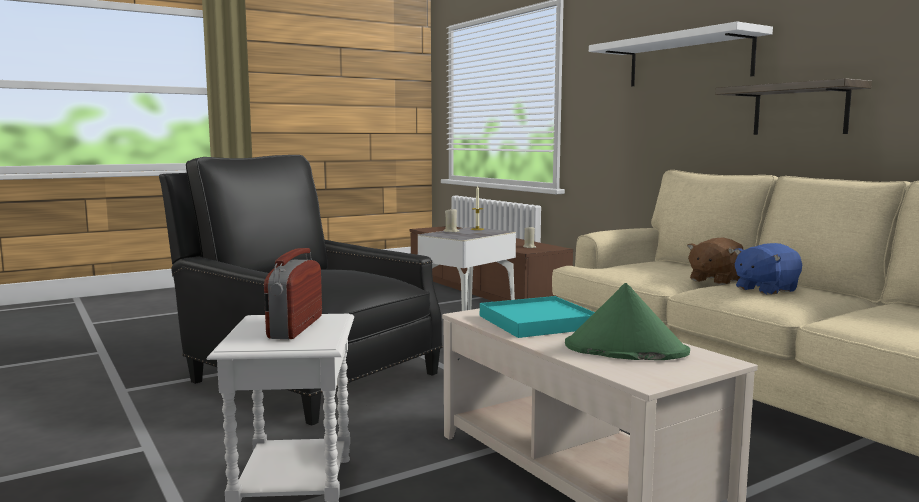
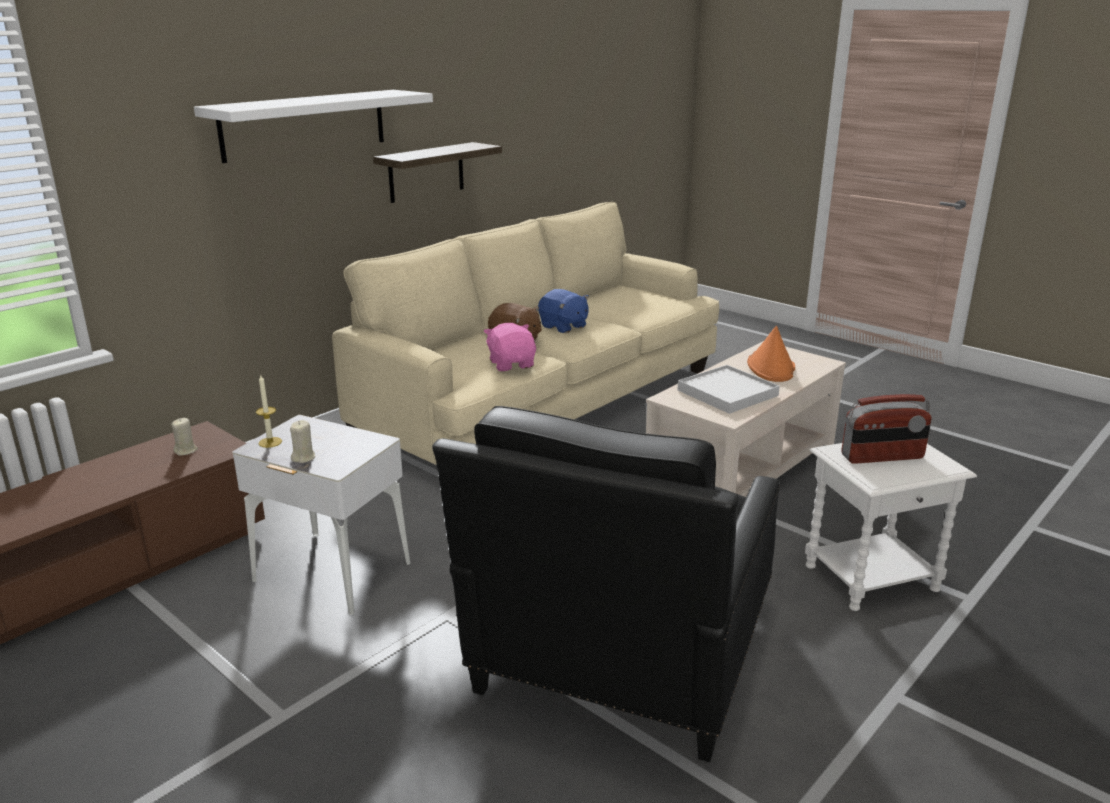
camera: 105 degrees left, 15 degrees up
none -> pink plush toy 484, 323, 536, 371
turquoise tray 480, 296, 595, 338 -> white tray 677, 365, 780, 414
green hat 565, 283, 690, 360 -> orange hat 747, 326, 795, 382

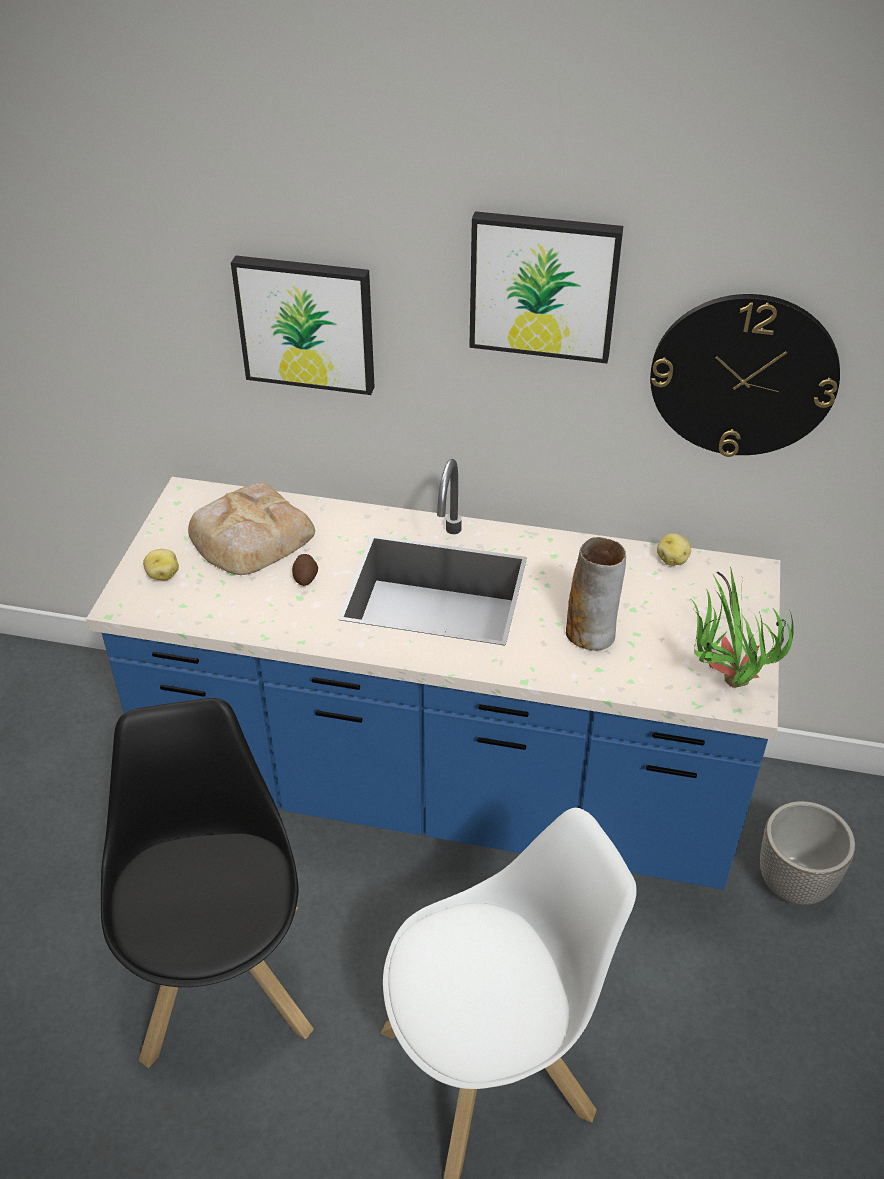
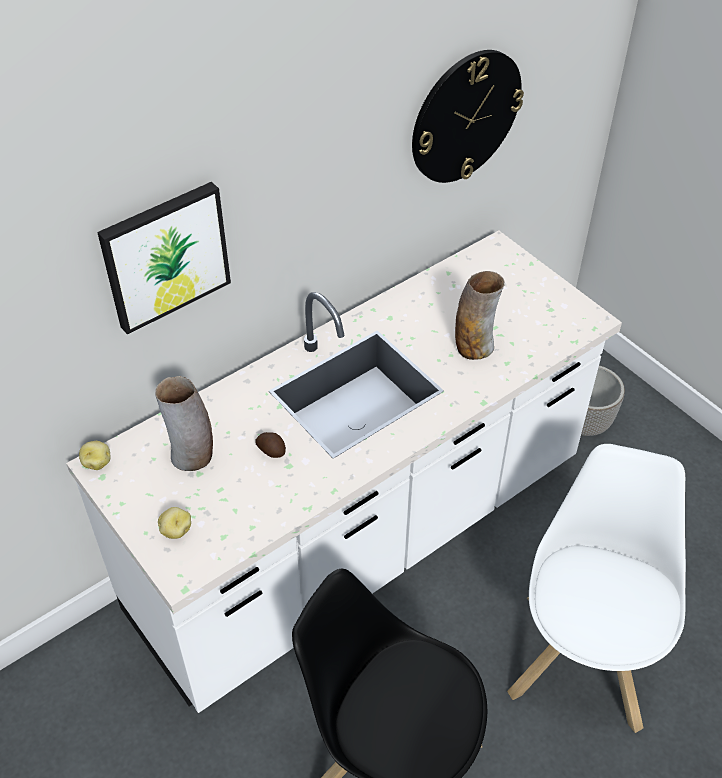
camera: 50 degrees left, 5 degrees up
picture 469, 211, 623, 364 -> none
potted plant 691, 567, 794, 688 -> none
potato 657, 533, 691, 566 -> potato 79, 441, 111, 470, shifted
bread 188, 482, 315, 575 -> vase 155, 376, 213, 471
blue counter 86, 459, 780, 890 -> white counter 66, 230, 622, 713

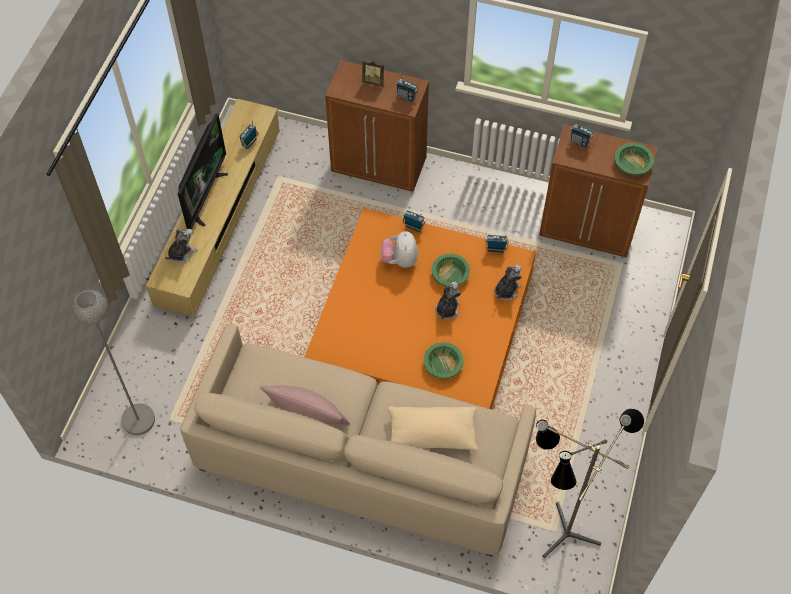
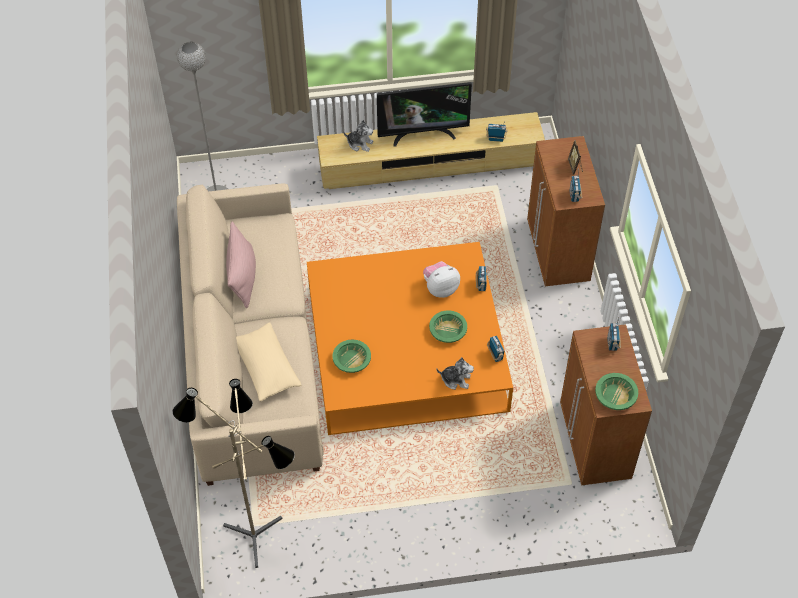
camera: 65 degrees right, 5 degrees down
plush toy 435, 281, 462, 320 -> none

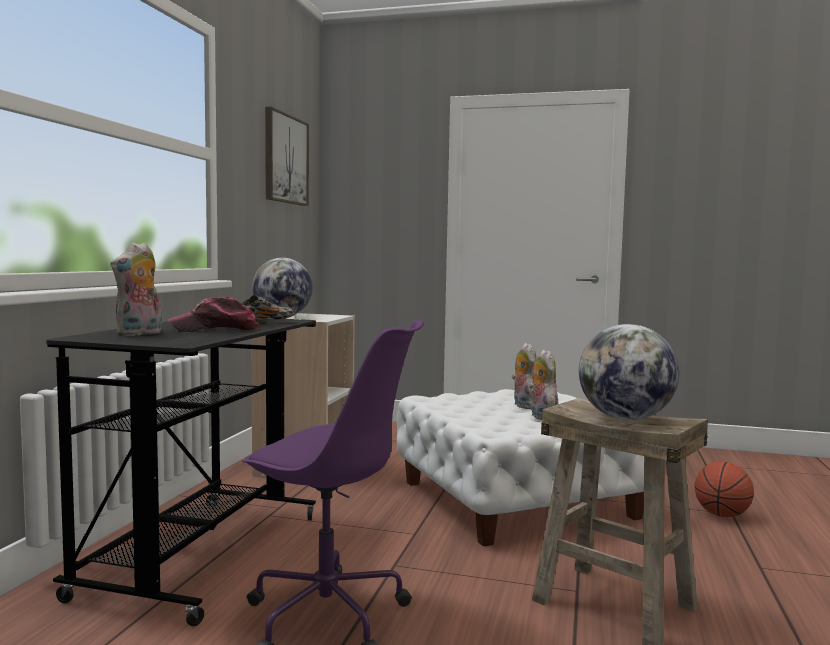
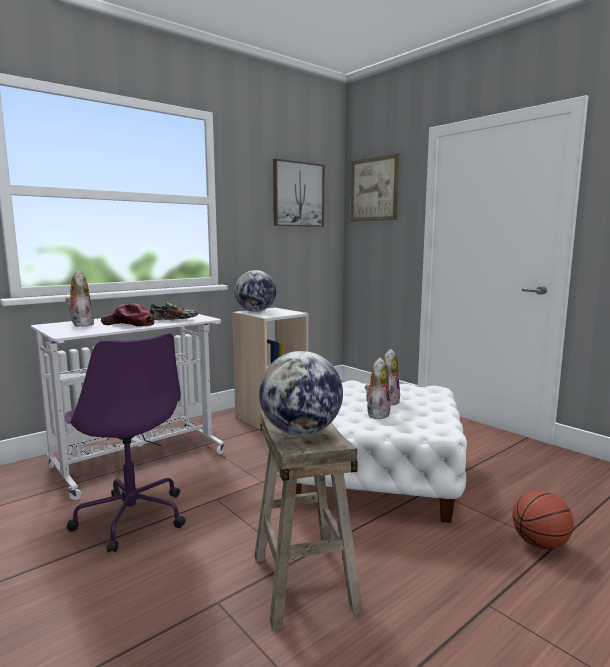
camera: 35 degrees right, 5 degrees up
none -> picture 351, 153, 399, 222
black desk 46, 319, 316, 626 -> white desk 31, 314, 224, 500
plush toy 110, 242, 162, 336 -> plush toy 66, 270, 95, 327, 90 degrees clockwise

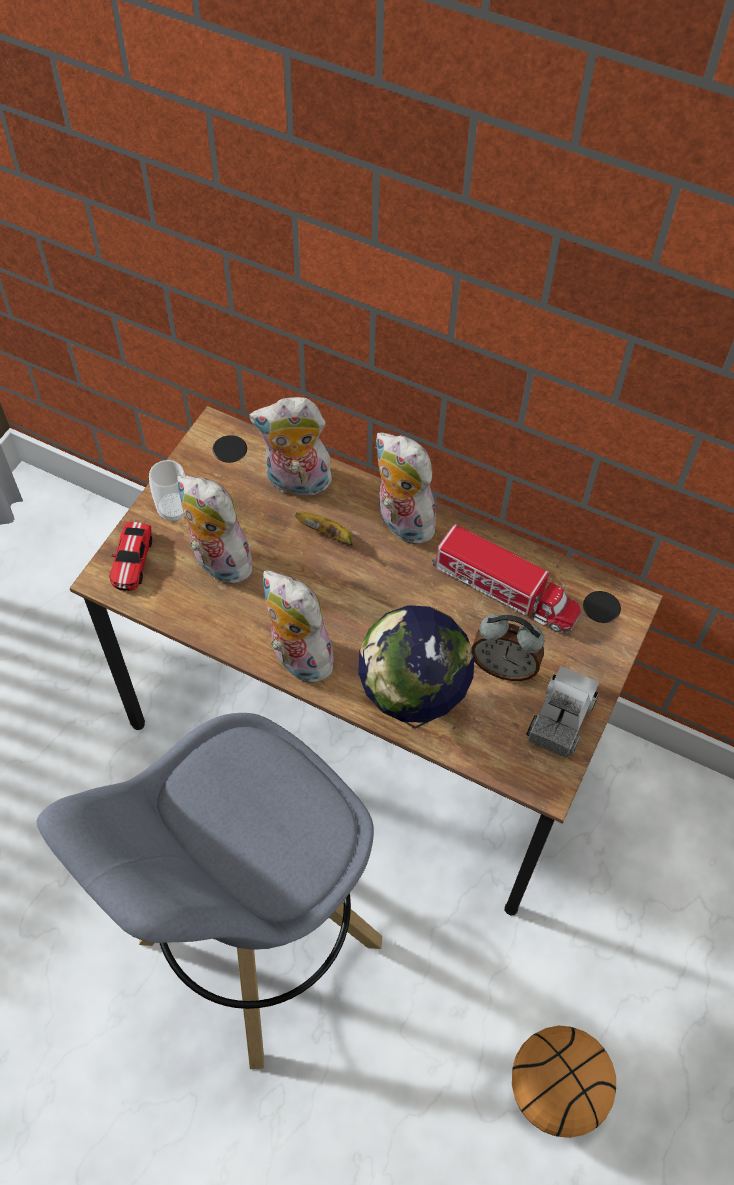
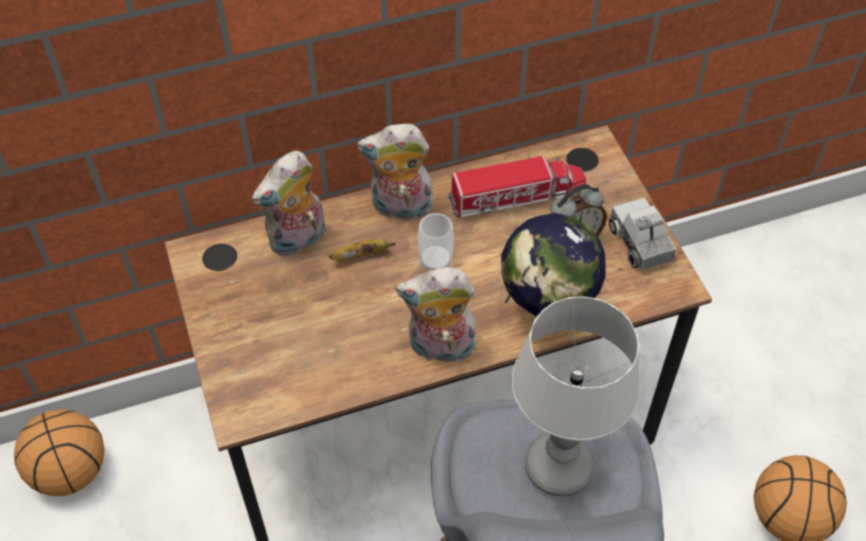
camera: 45 degrees left, 5 degrees down
toy car 110, 522, 152, 591 -> none
plush toy 177, 475, 256, 584 -> none
none -> basketball 14, 409, 105, 496
none -> table lamp 512, 296, 640, 496
cup 149, 460, 185, 522 -> cup 418, 213, 454, 271, shifted

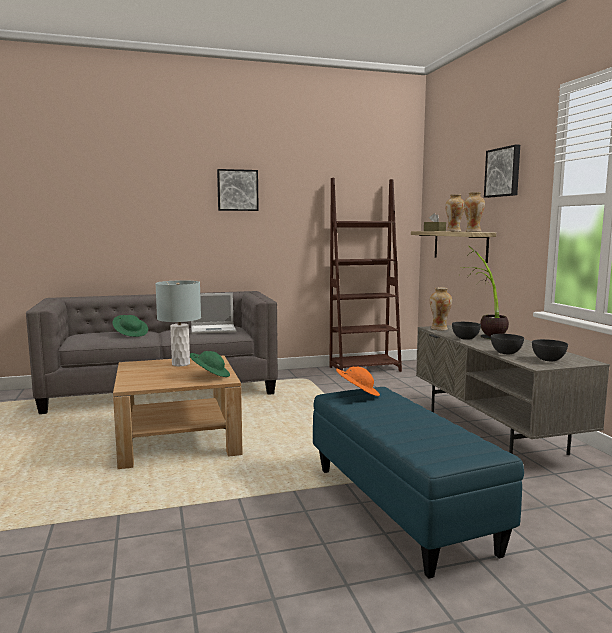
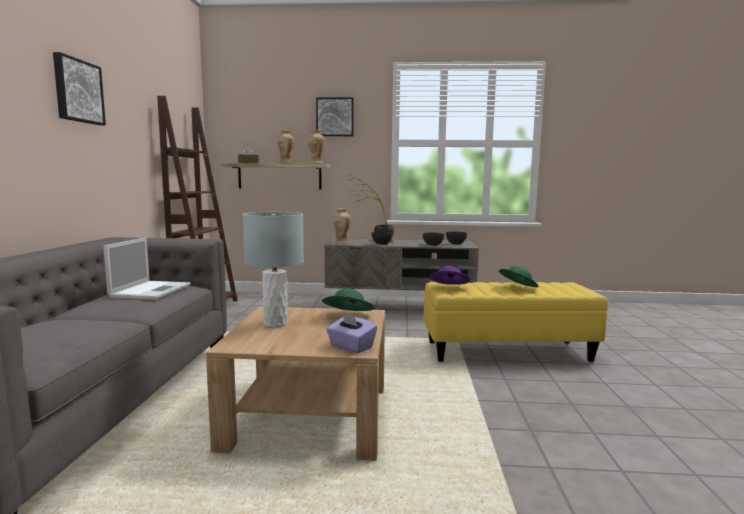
camera: 70 degrees left, 0 degrees up
none -> purple tissue box 326, 312, 377, 353
green hat 113, 315, 148, 337 -> green hat 499, 266, 538, 287, shifted
blue ottoman 313, 387, 524, 579 -> yellow ottoman 423, 282, 608, 362
orange hat 336, 367, 380, 396 -> purple hat 429, 266, 471, 285

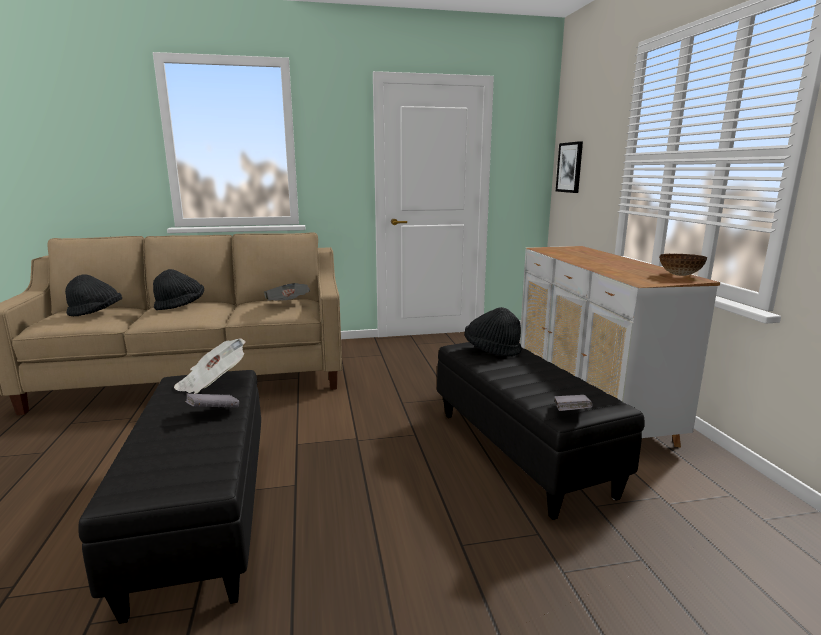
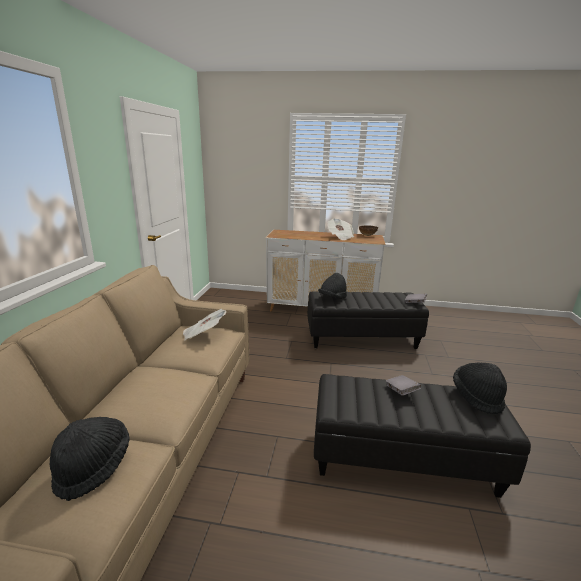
camera: 70 degrees left, 5 degrees up
picture 556, 141, 583, 193 -> none
black hat 153, 269, 204, 310 -> black hat 453, 363, 507, 414, shifted
newspaper 174, 339, 246, 394 -> newspaper 327, 218, 354, 240, shifted

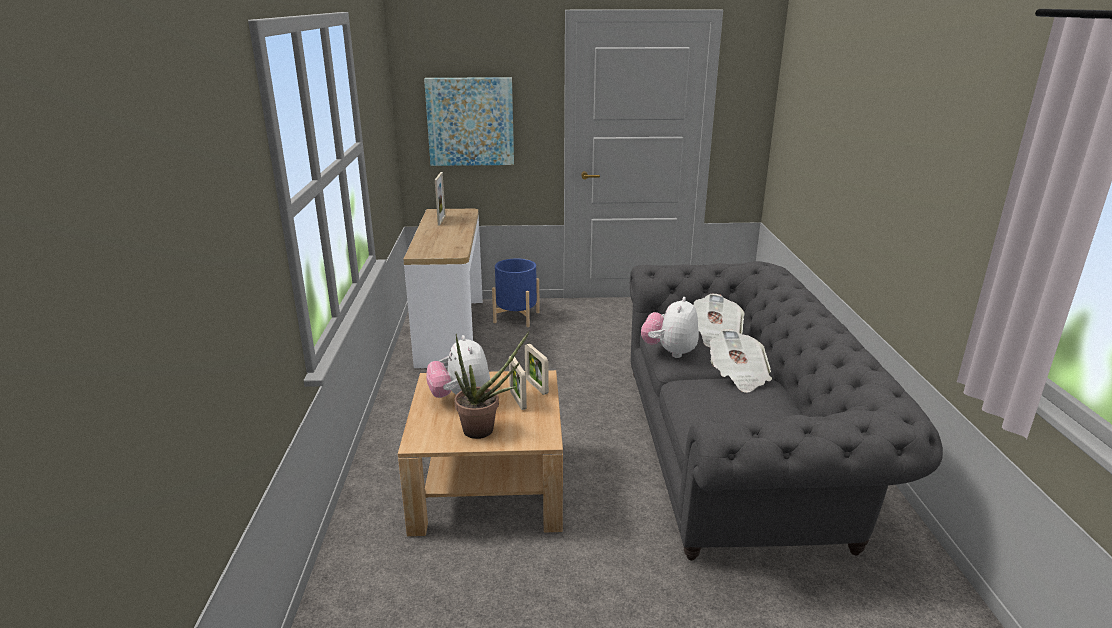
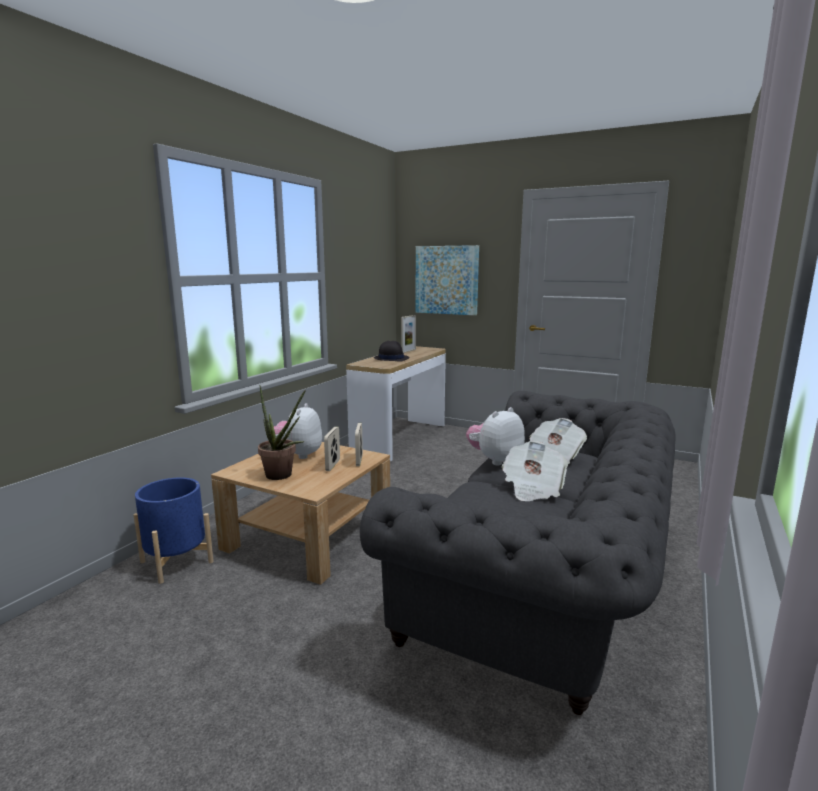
camera: 30 degrees right, 10 degrees down
none -> black hat 374, 341, 410, 362
blue planter 492, 258, 540, 327 -> blue planter 134, 477, 214, 584, shifted

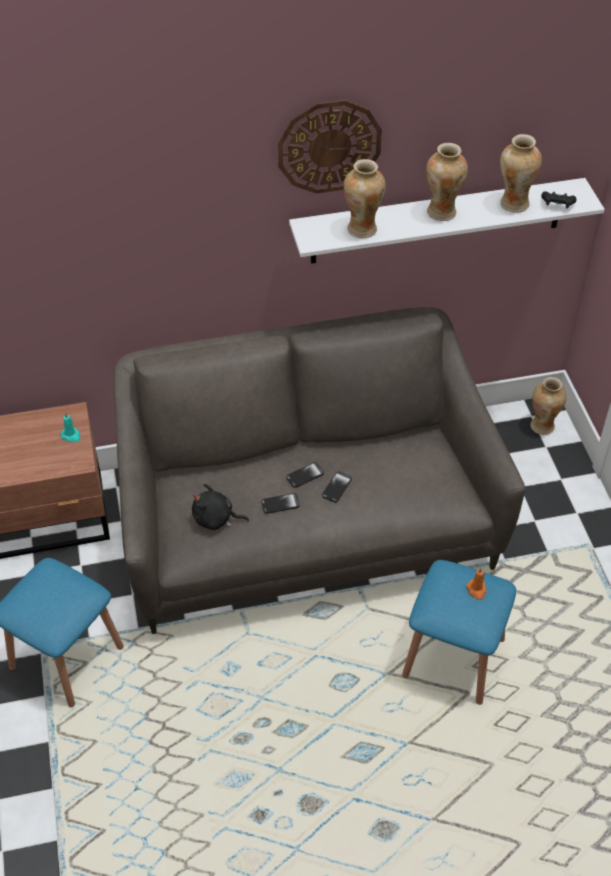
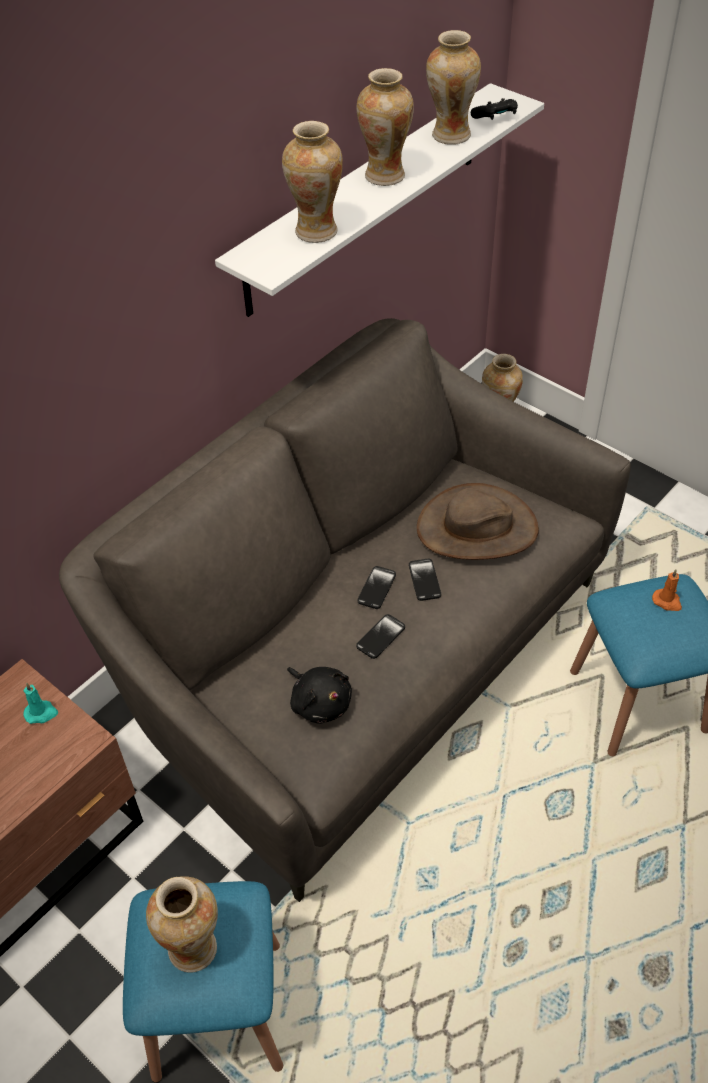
camera: 35 degrees left, 0 degrees up
wall clock 278, 100, 382, 194 -> none
none -> vase 146, 876, 218, 973
none -> brown hat 417, 483, 539, 560
black plush toy 192, 484, 249, 530 -> black plush toy 287, 667, 352, 724, 105 degrees counterclockwise

